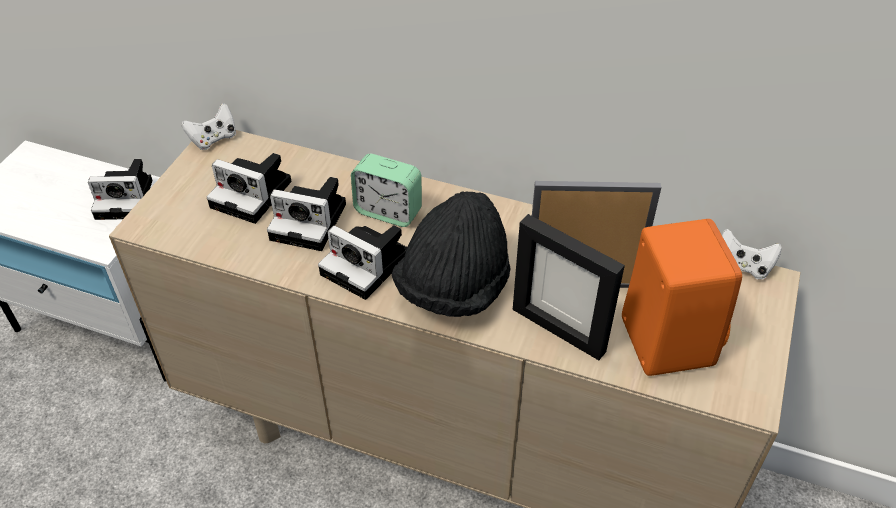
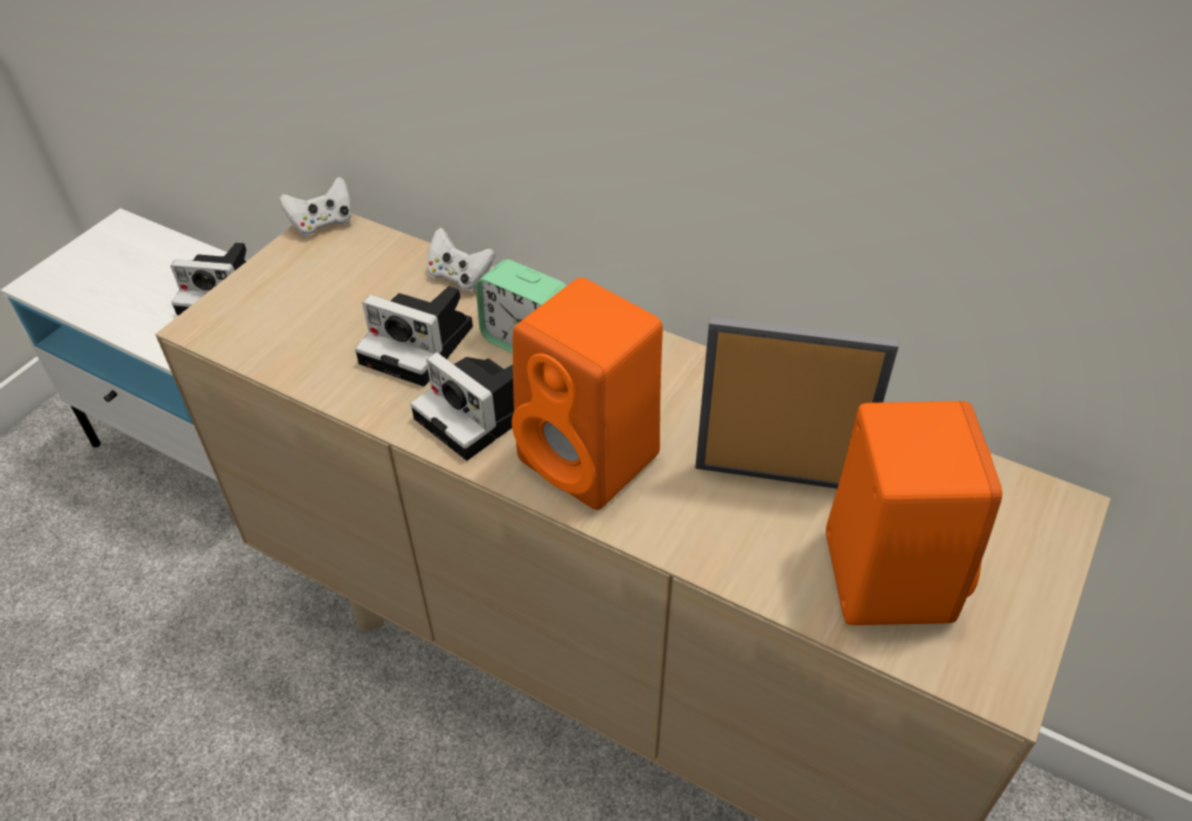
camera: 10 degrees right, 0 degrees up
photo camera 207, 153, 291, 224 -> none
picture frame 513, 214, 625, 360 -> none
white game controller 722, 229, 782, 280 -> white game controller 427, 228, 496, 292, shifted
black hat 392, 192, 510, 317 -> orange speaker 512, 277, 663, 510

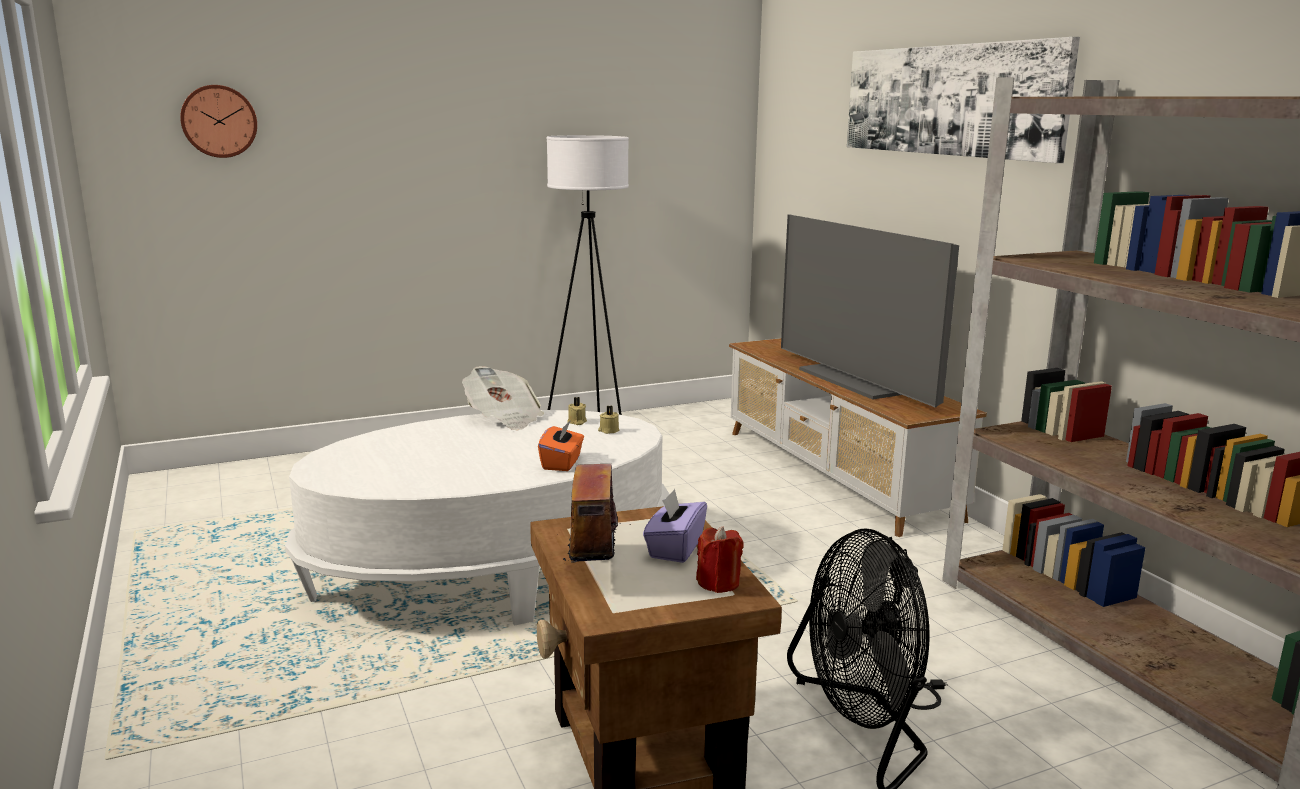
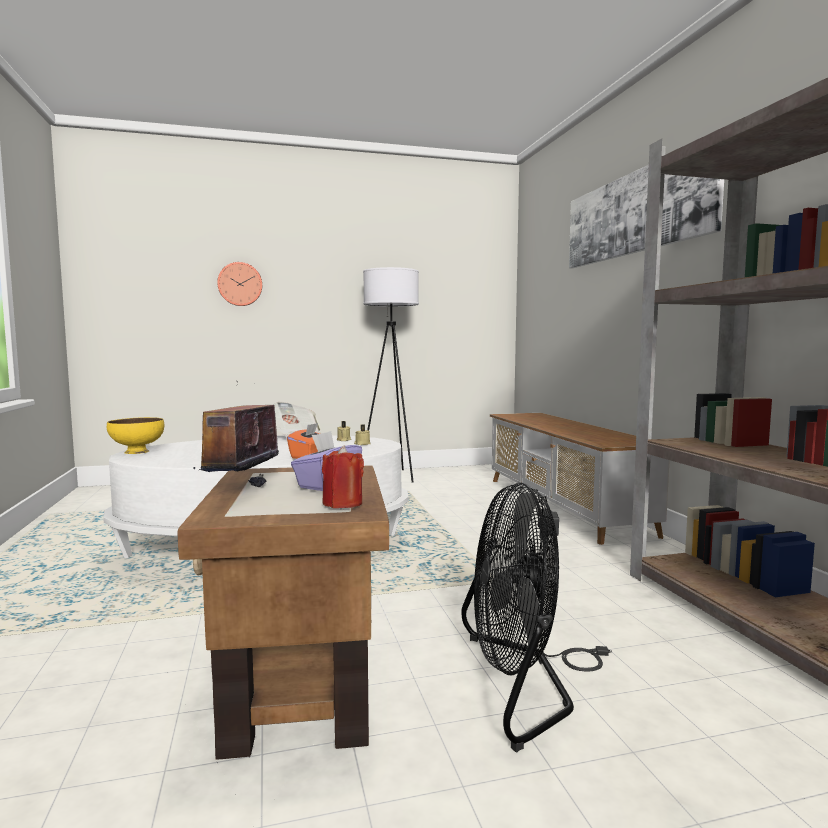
camera: 10 degrees right, 10 degrees down
television 781, 214, 959, 407 -> none
none -> yellow bowl 107, 417, 164, 454
wall clock 180, 85, 257, 158 -> wall clock 217, 262, 262, 306, shifted

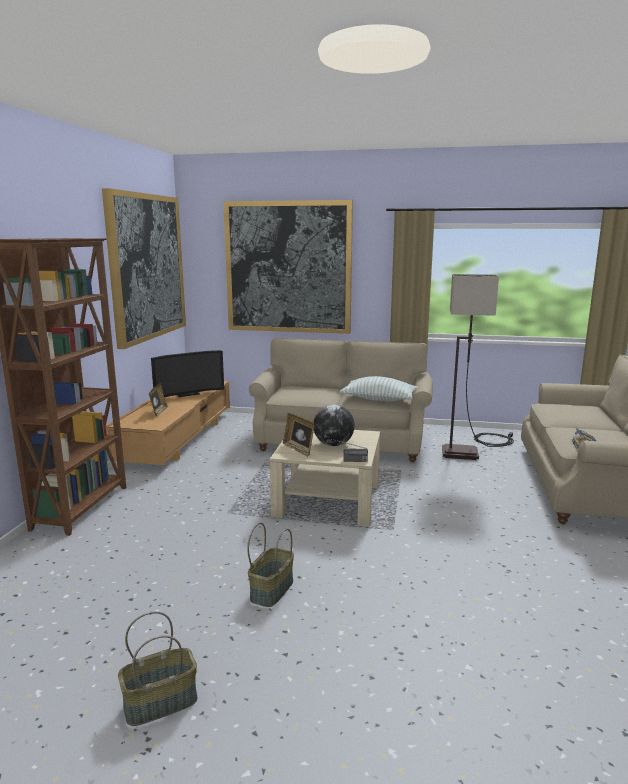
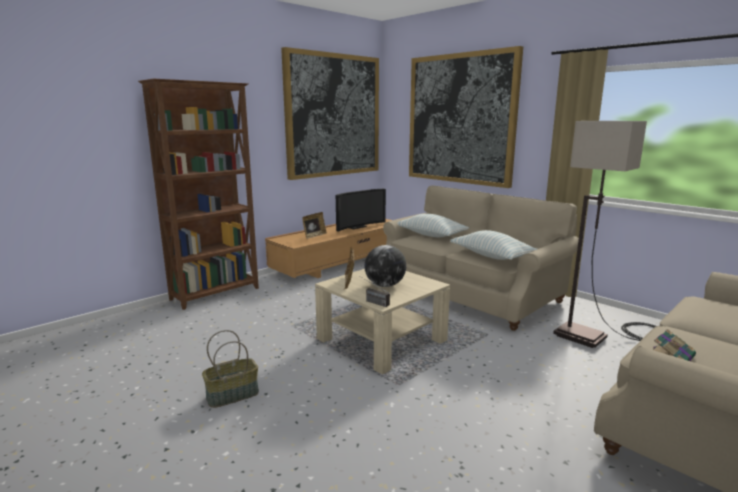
camera: 35 degrees right, 0 degrees up
basket 118, 611, 197, 726 -> none
none -> pillow 397, 214, 469, 237
television 151, 350, 224, 397 -> television 336, 189, 386, 232, 45 degrees counterclockwise

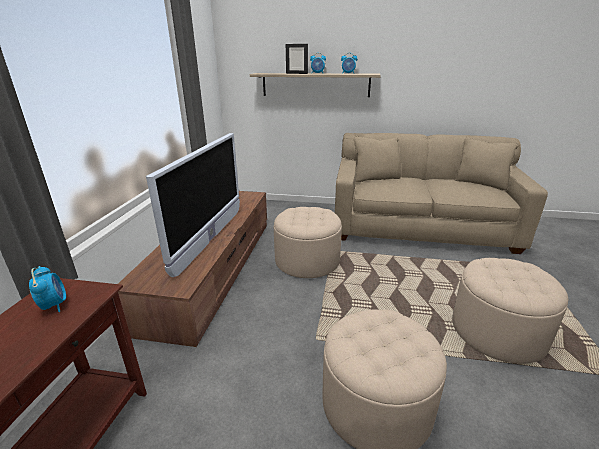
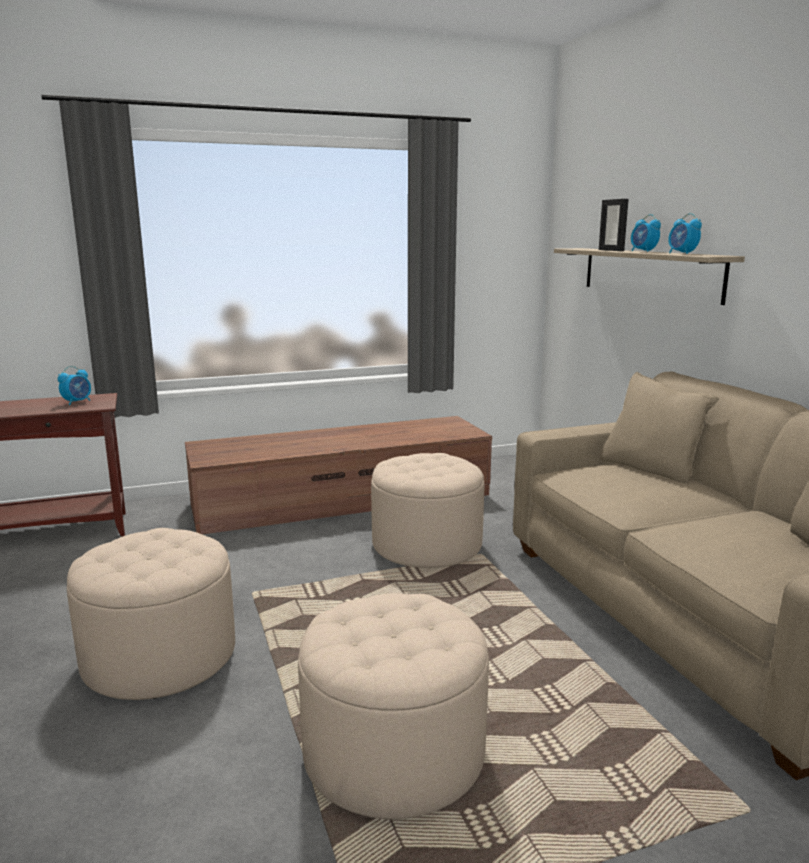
camera: 60 degrees right, 10 degrees down
television 146, 133, 240, 277 -> none

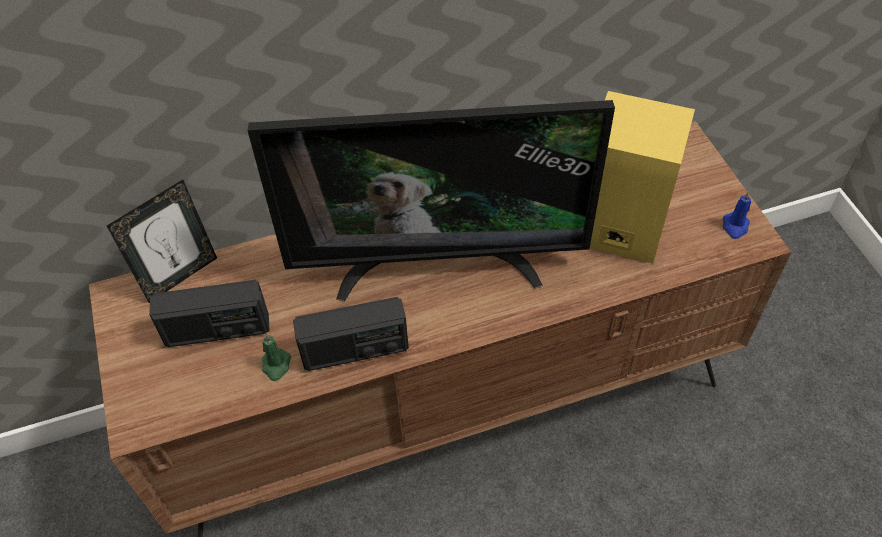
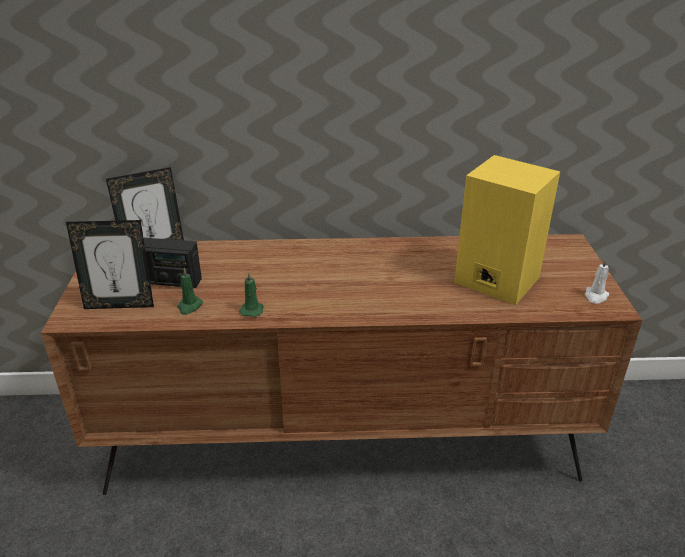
camera: 15 degrees right, 20 degrees down
television 247, 100, 615, 301 -> none
none -> picture frame 66, 220, 154, 309
radio 293, 297, 409, 371 -> green candle 239, 272, 264, 317
blue candle 723, 191, 751, 239 -> white candle 585, 258, 609, 304

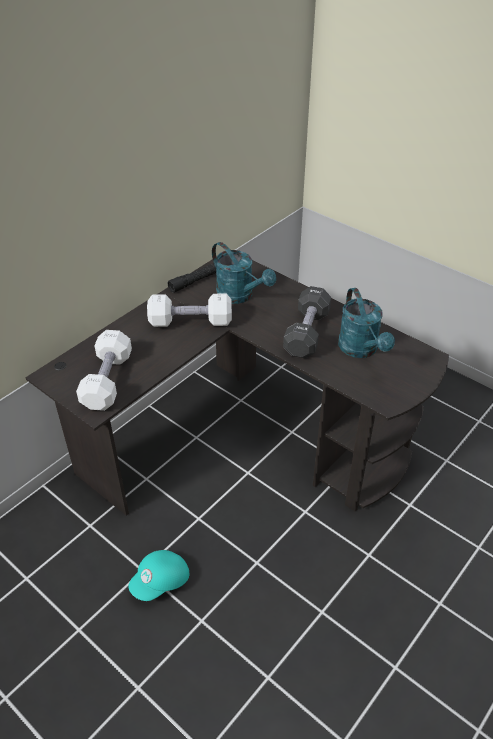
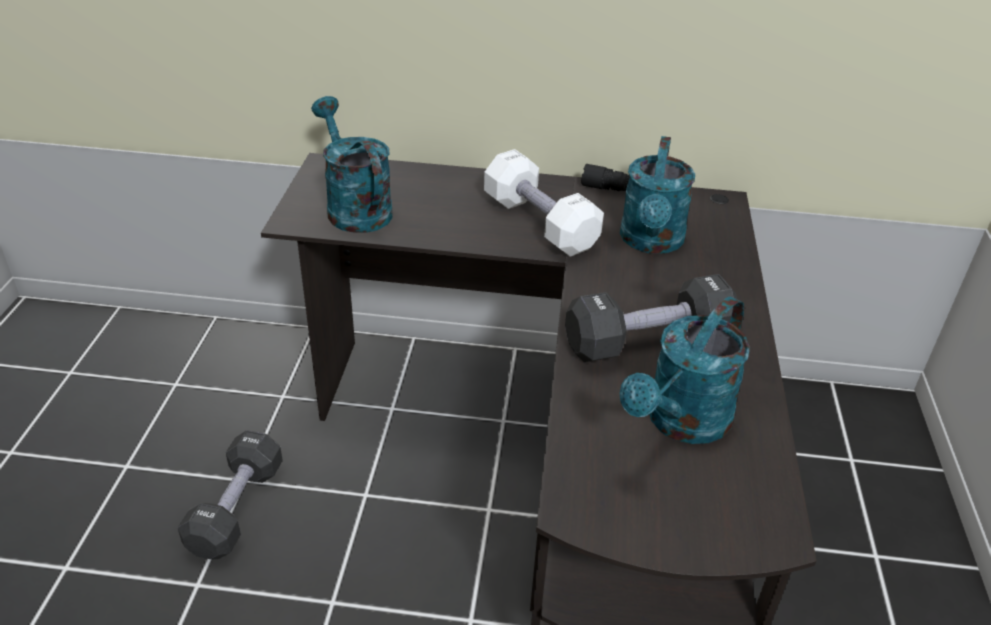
camera: 55 degrees right, 5 degrees down
white dumbbell 76, 330, 132, 411 -> turquoise watering can 311, 96, 393, 233
turquoise cap 128, 550, 189, 601 -> black dumbbell 178, 430, 283, 559

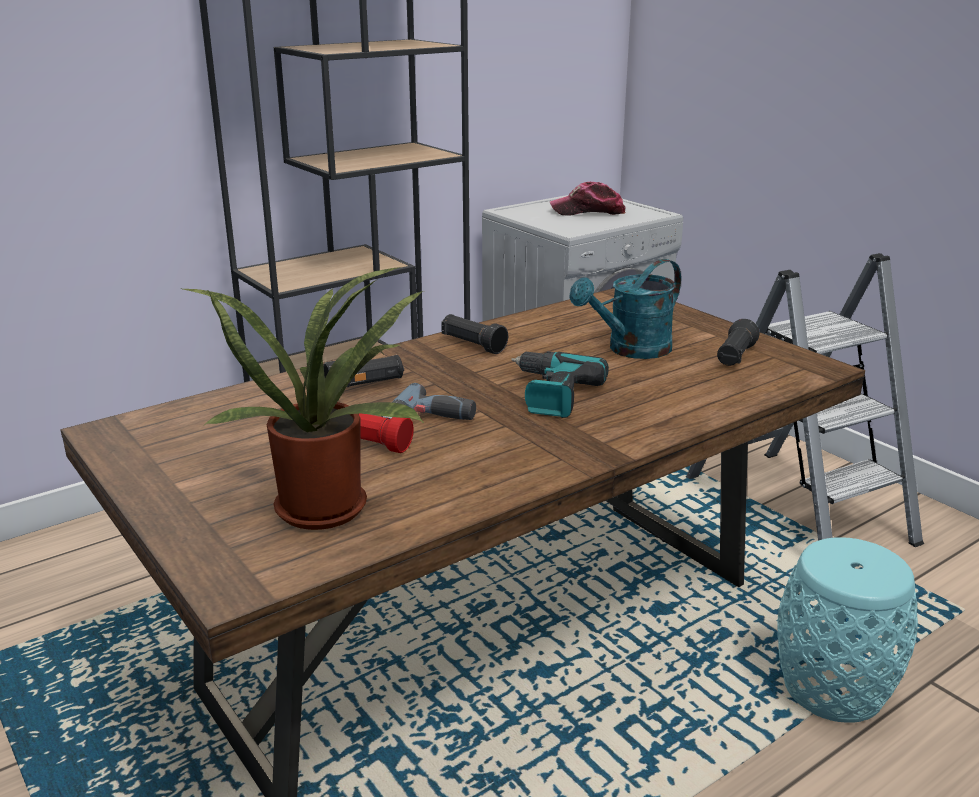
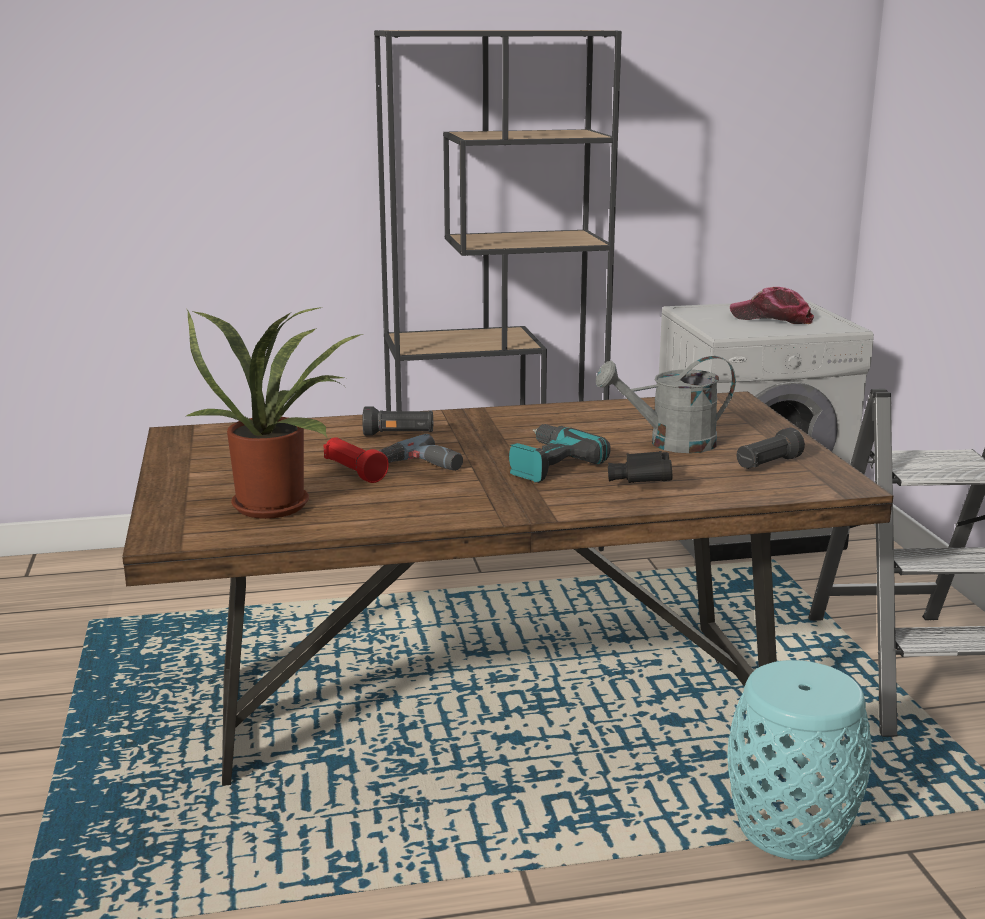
camera: 25 degrees right, 5 degrees down
black flashlight 441, 314, 508, 354 -> none
none -> black binoculars 608, 451, 673, 483
turquoise watering can 569, 259, 681, 359 -> grey watering can 596, 356, 736, 453

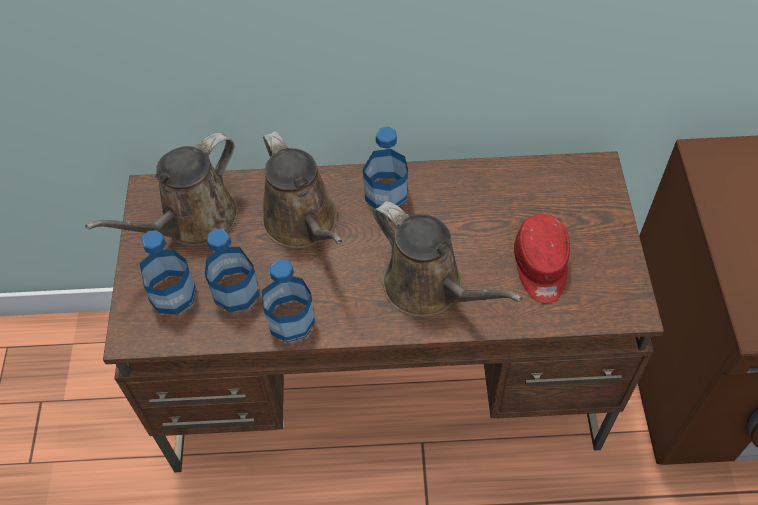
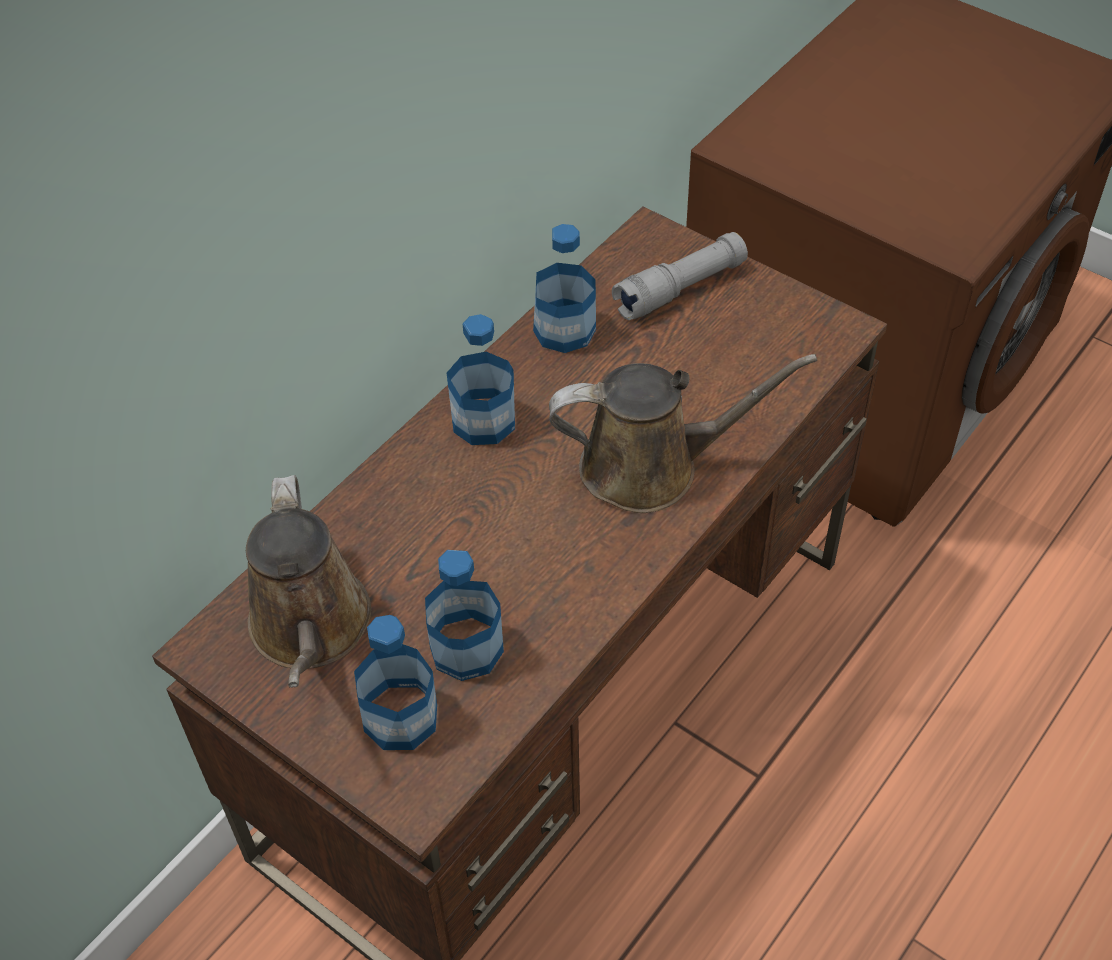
camera: 50 degrees left, 5 degrees down
brown watering can 262, 131, 342, 249 -> none
red cap 514, 214, 570, 303 -> none
none -> grey flashlight 612, 232, 748, 320
bottle 262, 259, 315, 342 -> bottle 533, 224, 596, 353, shifted

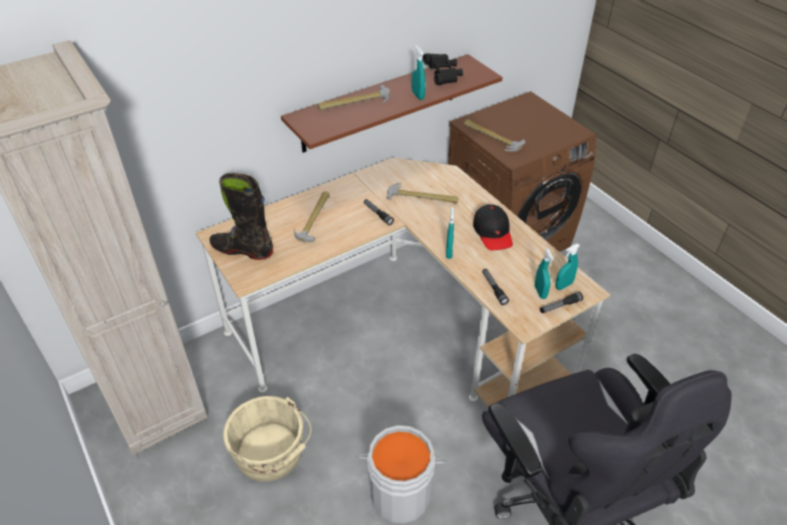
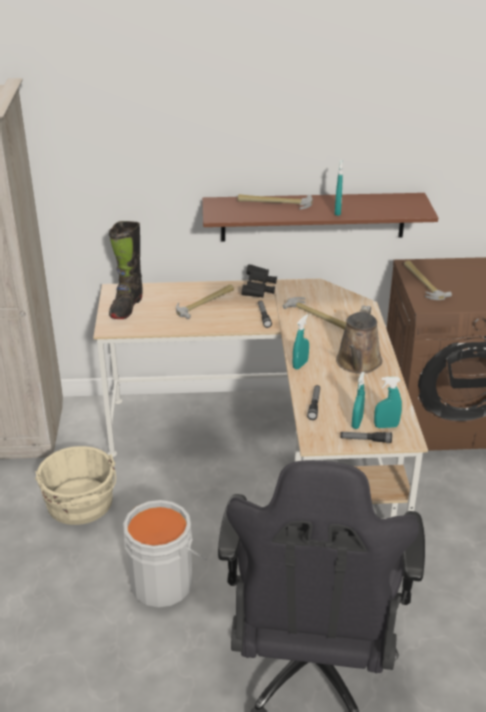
camera: 30 degrees right, 10 degrees down
black binoculars 423, 53, 463, 85 -> black binoculars 241, 264, 277, 298, shifted
black cap 473, 204, 513, 250 -> brown watering can 336, 306, 382, 374
black boot 209, 173, 273, 260 -> black boot 109, 221, 143, 319, 120 degrees counterclockwise

